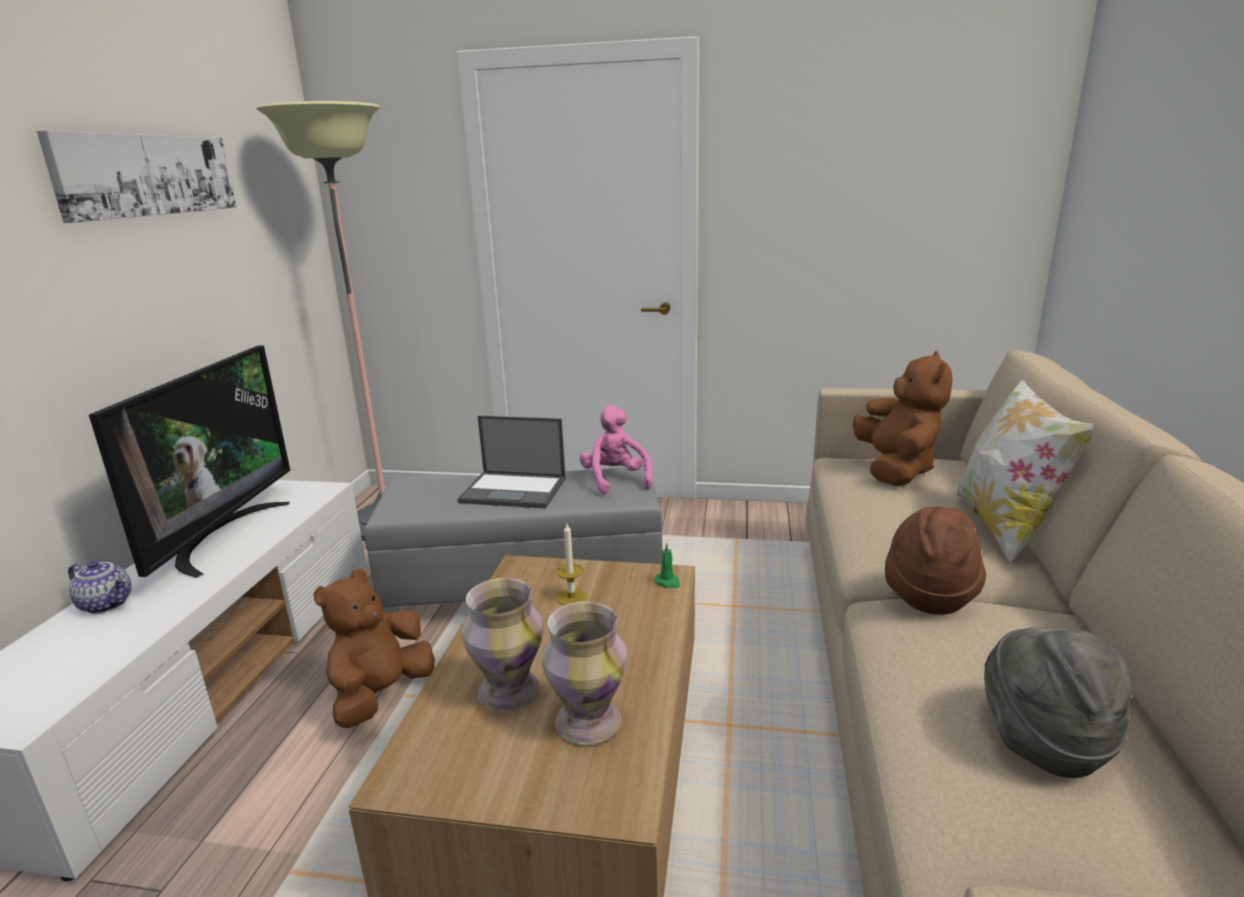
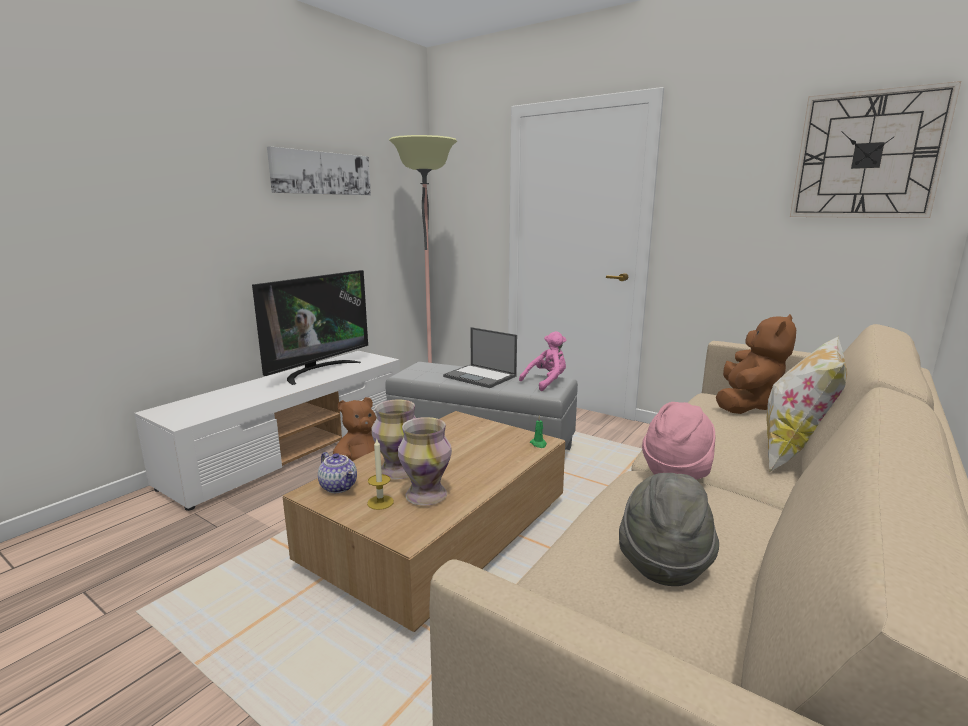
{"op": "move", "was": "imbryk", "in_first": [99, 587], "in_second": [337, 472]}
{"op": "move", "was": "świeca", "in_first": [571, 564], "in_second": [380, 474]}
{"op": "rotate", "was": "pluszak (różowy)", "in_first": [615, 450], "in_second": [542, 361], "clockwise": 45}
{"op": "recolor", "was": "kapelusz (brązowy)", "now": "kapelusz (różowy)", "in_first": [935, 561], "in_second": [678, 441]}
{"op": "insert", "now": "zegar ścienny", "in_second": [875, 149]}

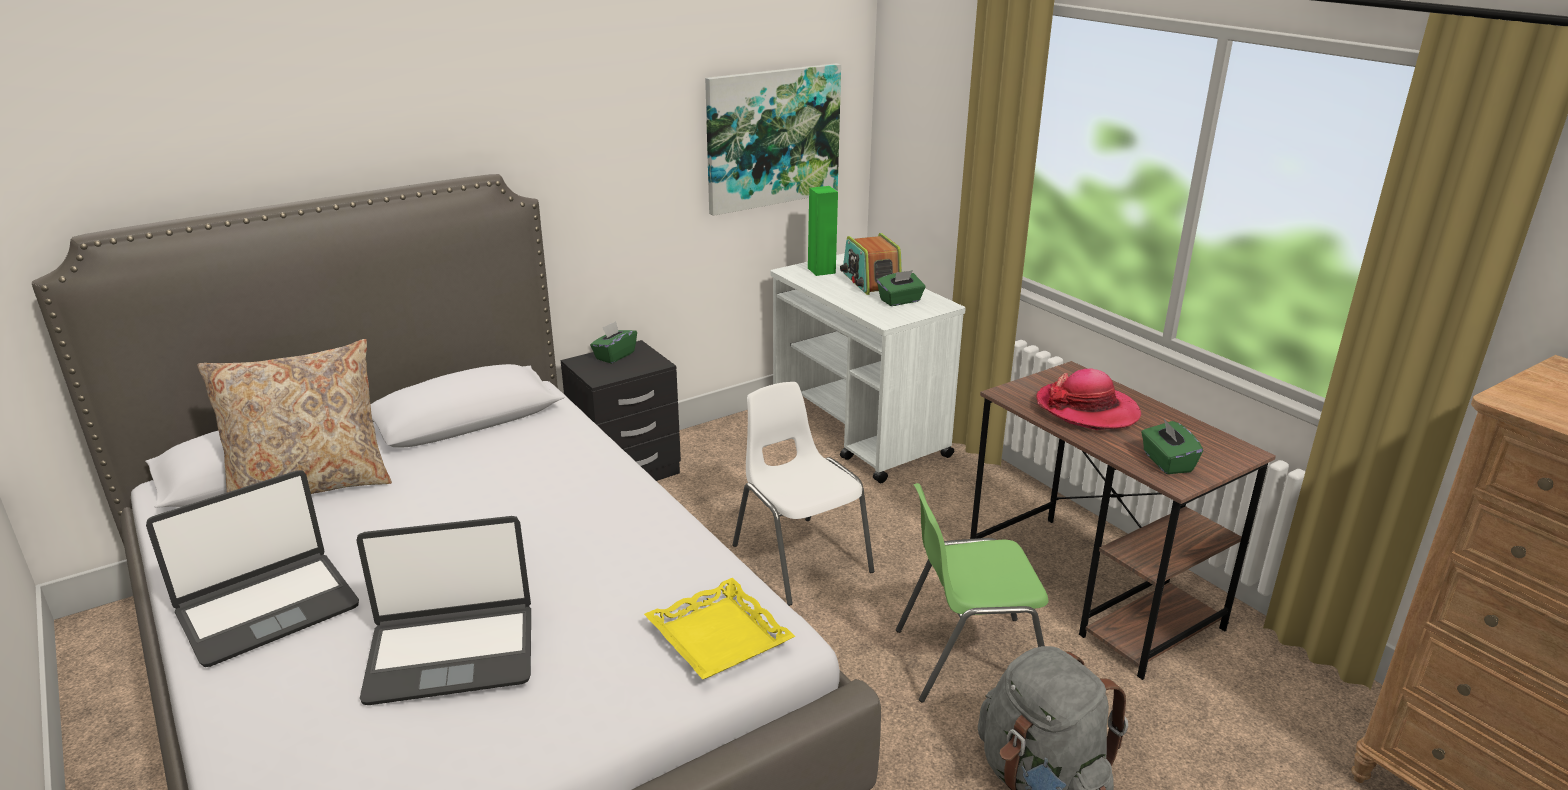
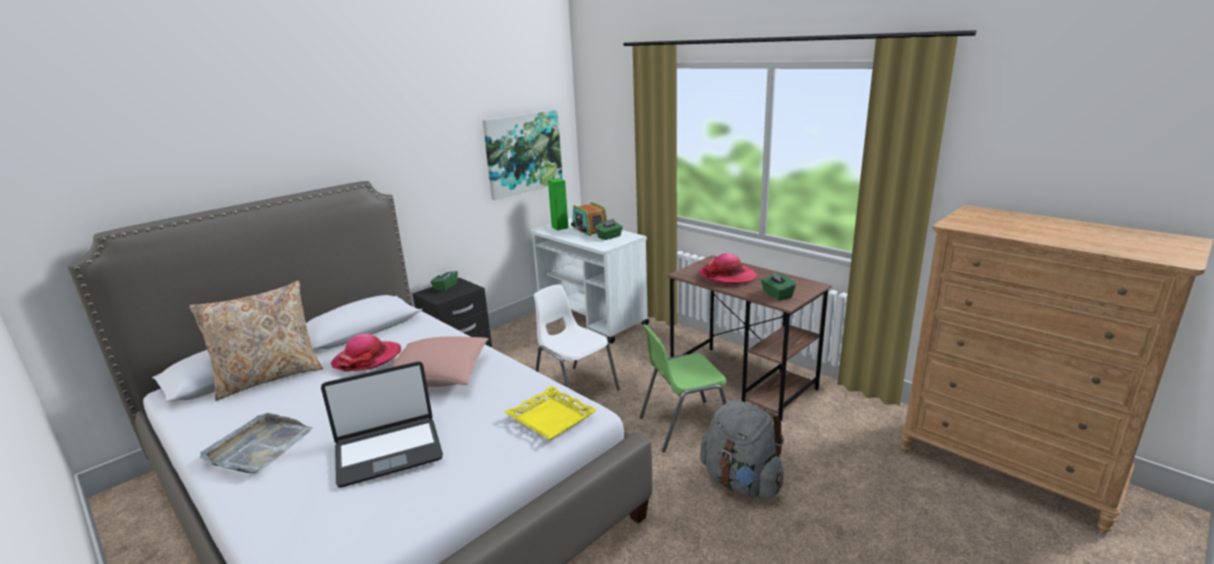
{"op": "replace", "was": "laptop", "now": "taca (szary)", "in_first": [252, 568], "in_second": [256, 443]}
{"op": "insert", "now": "kapelusz", "in_second": [366, 352]}
{"op": "insert", "now": "poduszka (różowy)", "in_second": [439, 362]}

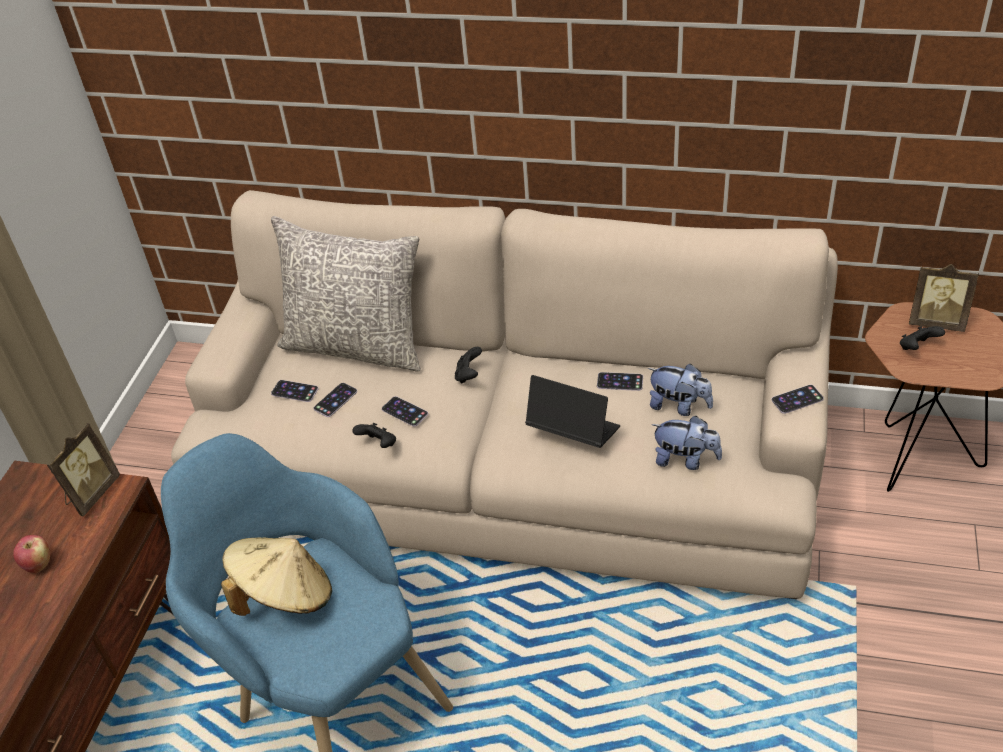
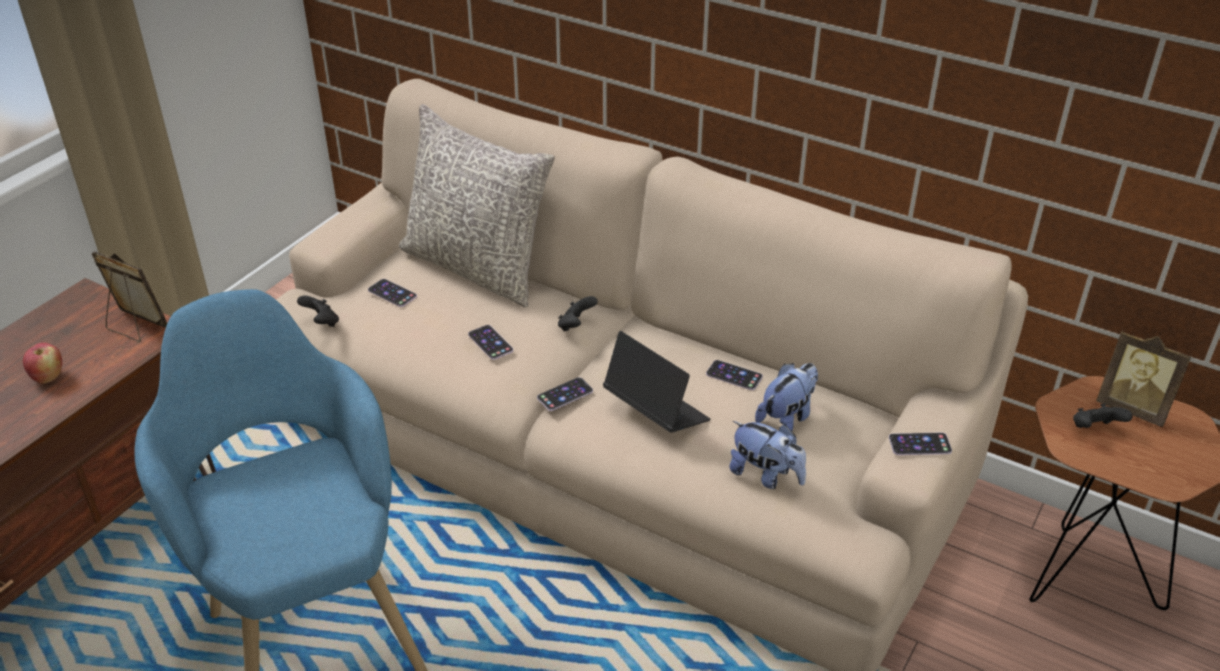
{"op": "rotate", "was": "ramka na zdjęcie", "in_first": [83, 470], "in_second": [129, 296], "clockwise": -105}
{"op": "delete", "was": "kapelusz (beżowy)", "in_first": [276, 577]}
{"op": "move", "was": "telefon", "in_first": [335, 400], "in_second": [565, 394]}
{"op": "move", "was": "pad do gier (czarny)", "in_first": [374, 435], "in_second": [318, 311]}
{"op": "rotate", "was": "pluszak", "in_first": [680, 390], "in_second": [786, 397], "clockwise": -90}

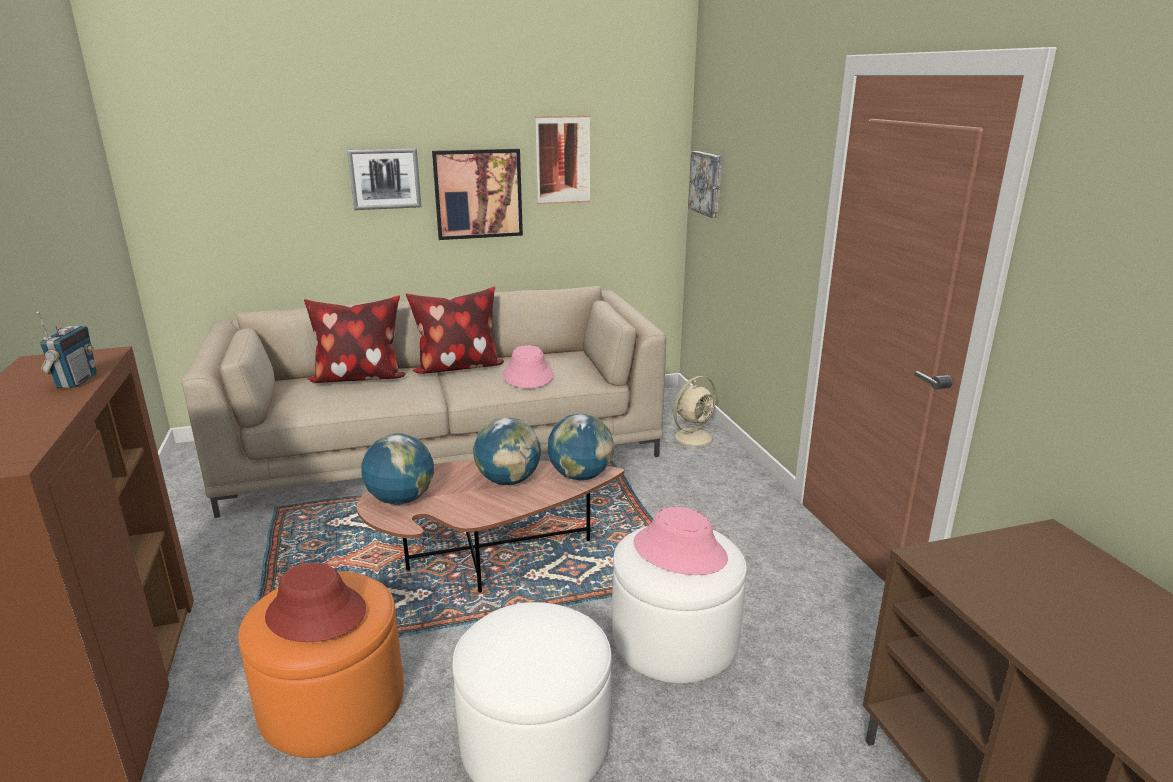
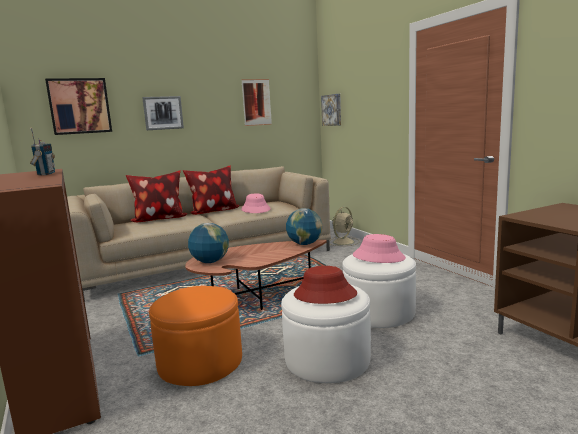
{"op": "move", "was": "kapelusz (czerwony)", "in_first": [315, 602], "in_second": [325, 285]}
{"op": "move", "was": "obraz", "in_first": [477, 194], "in_second": [78, 106]}
{"op": "delete", "was": "globus", "in_first": [507, 451]}

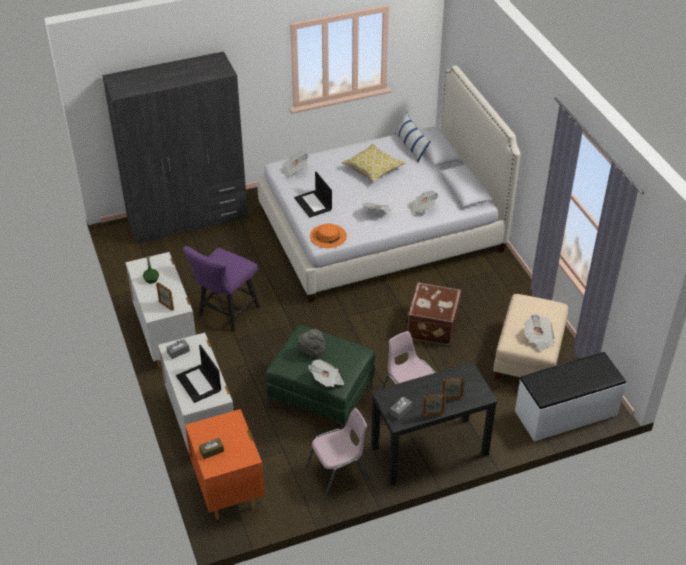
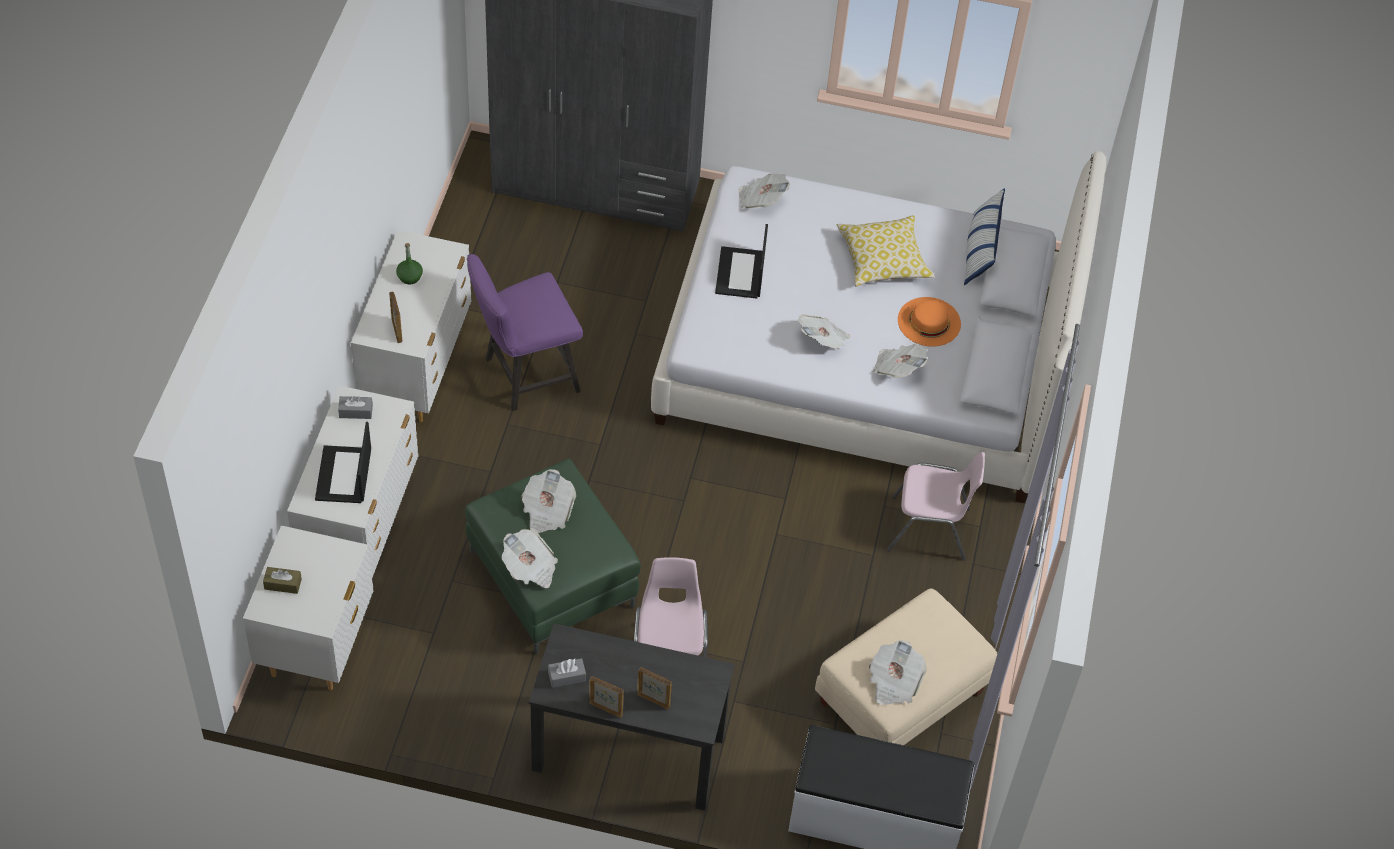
{"op": "recolor", "was": "szafka nocna (pomarańczowy)", "now": "szafka nocna (biały)", "in_first": [225, 464], "in_second": [308, 607]}
{"op": "replace", "was": "kapelusz (szary)", "now": "gazeta", "in_first": [311, 343], "in_second": [548, 501]}
{"op": "move", "was": "krzesło (różowy)", "in_first": [338, 453], "in_second": [936, 506]}
{"op": "move", "was": "kapelusz (pomarańczowy)", "in_first": [328, 235], "in_second": [929, 322]}
{"op": "delete", "was": "walizka (brązowy)", "in_first": [433, 313]}

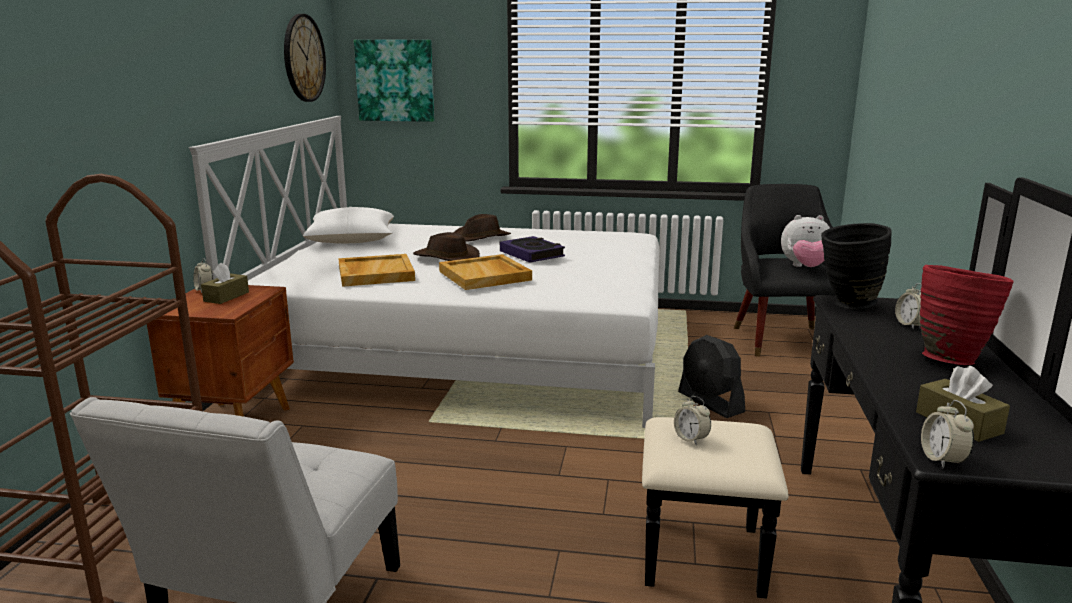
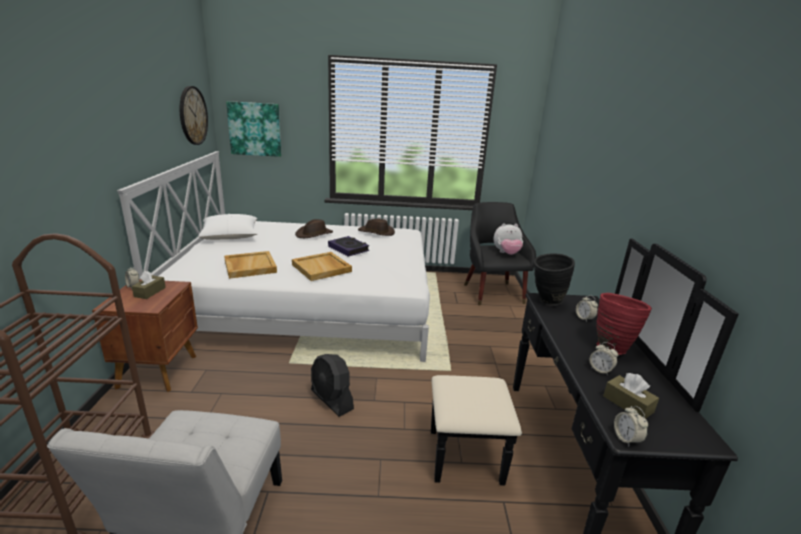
{"op": "move", "was": "kapelusz (brązowy)", "in_first": [446, 246], "in_second": [376, 227]}
{"op": "move", "was": "budzik", "in_first": [692, 420], "in_second": [604, 359]}
{"op": "move", "was": "wentylator (czarny)", "in_first": [711, 376], "in_second": [332, 385]}

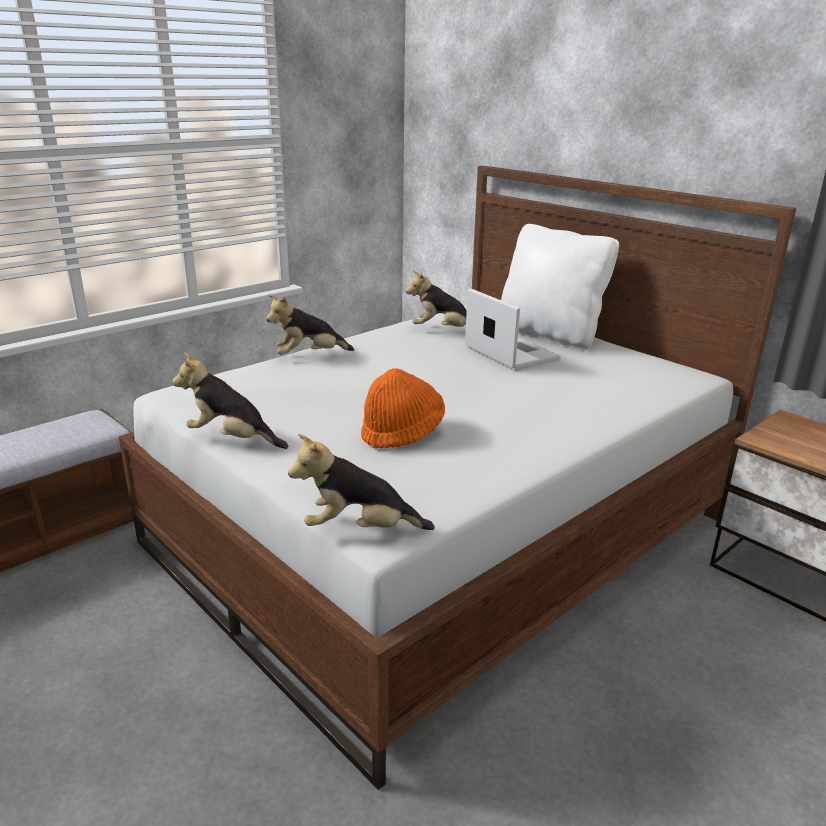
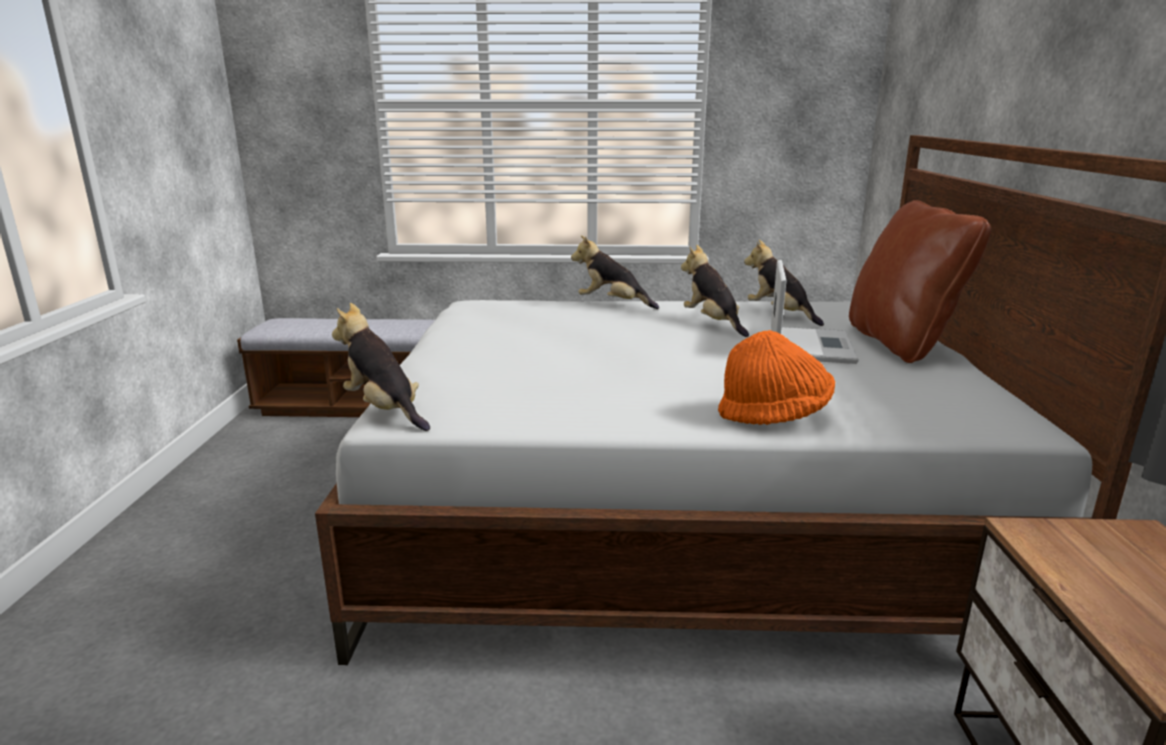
{"op": "move", "was": "pluszak", "in_first": [230, 401], "in_second": [715, 291]}
{"op": "move", "was": "kapelusz (pomarańczowy)", "in_first": [403, 408], "in_second": [776, 377]}
{"op": "recolor", "was": "poduszka (biały)", "now": "poduszka (brązowy)", "in_first": [560, 287], "in_second": [920, 281]}

